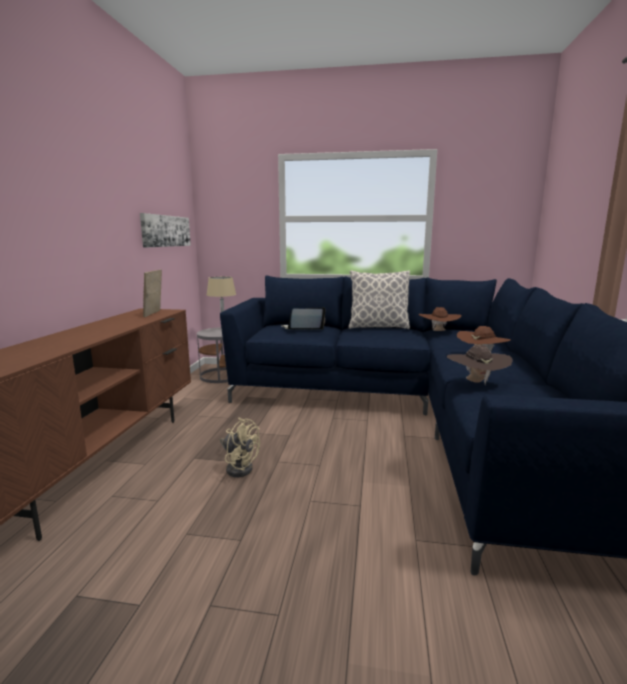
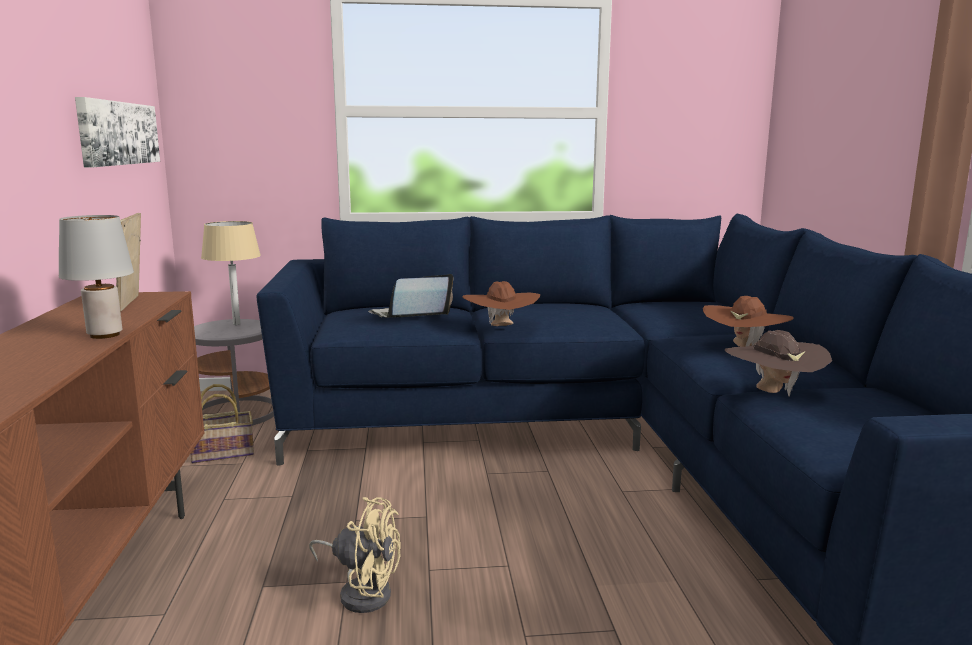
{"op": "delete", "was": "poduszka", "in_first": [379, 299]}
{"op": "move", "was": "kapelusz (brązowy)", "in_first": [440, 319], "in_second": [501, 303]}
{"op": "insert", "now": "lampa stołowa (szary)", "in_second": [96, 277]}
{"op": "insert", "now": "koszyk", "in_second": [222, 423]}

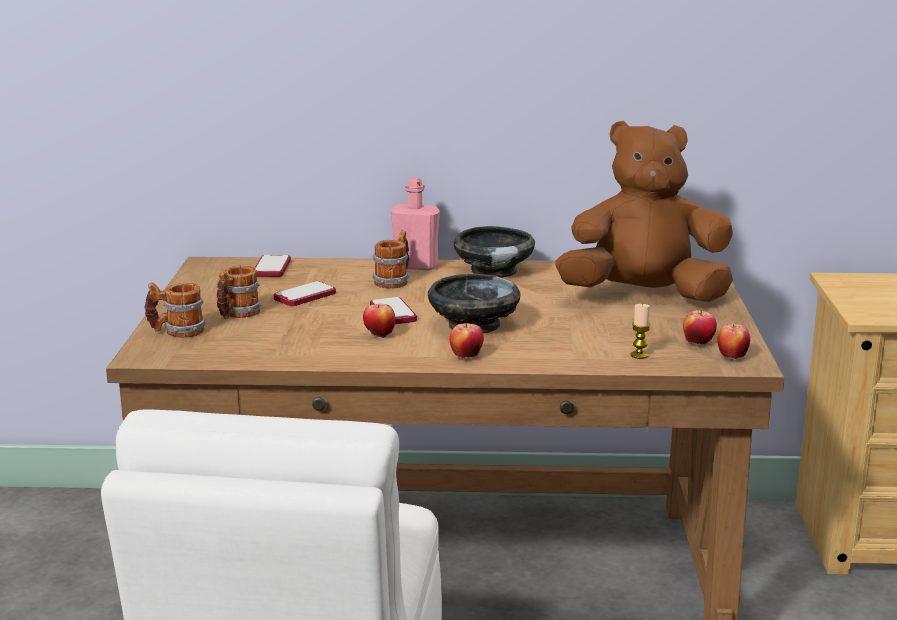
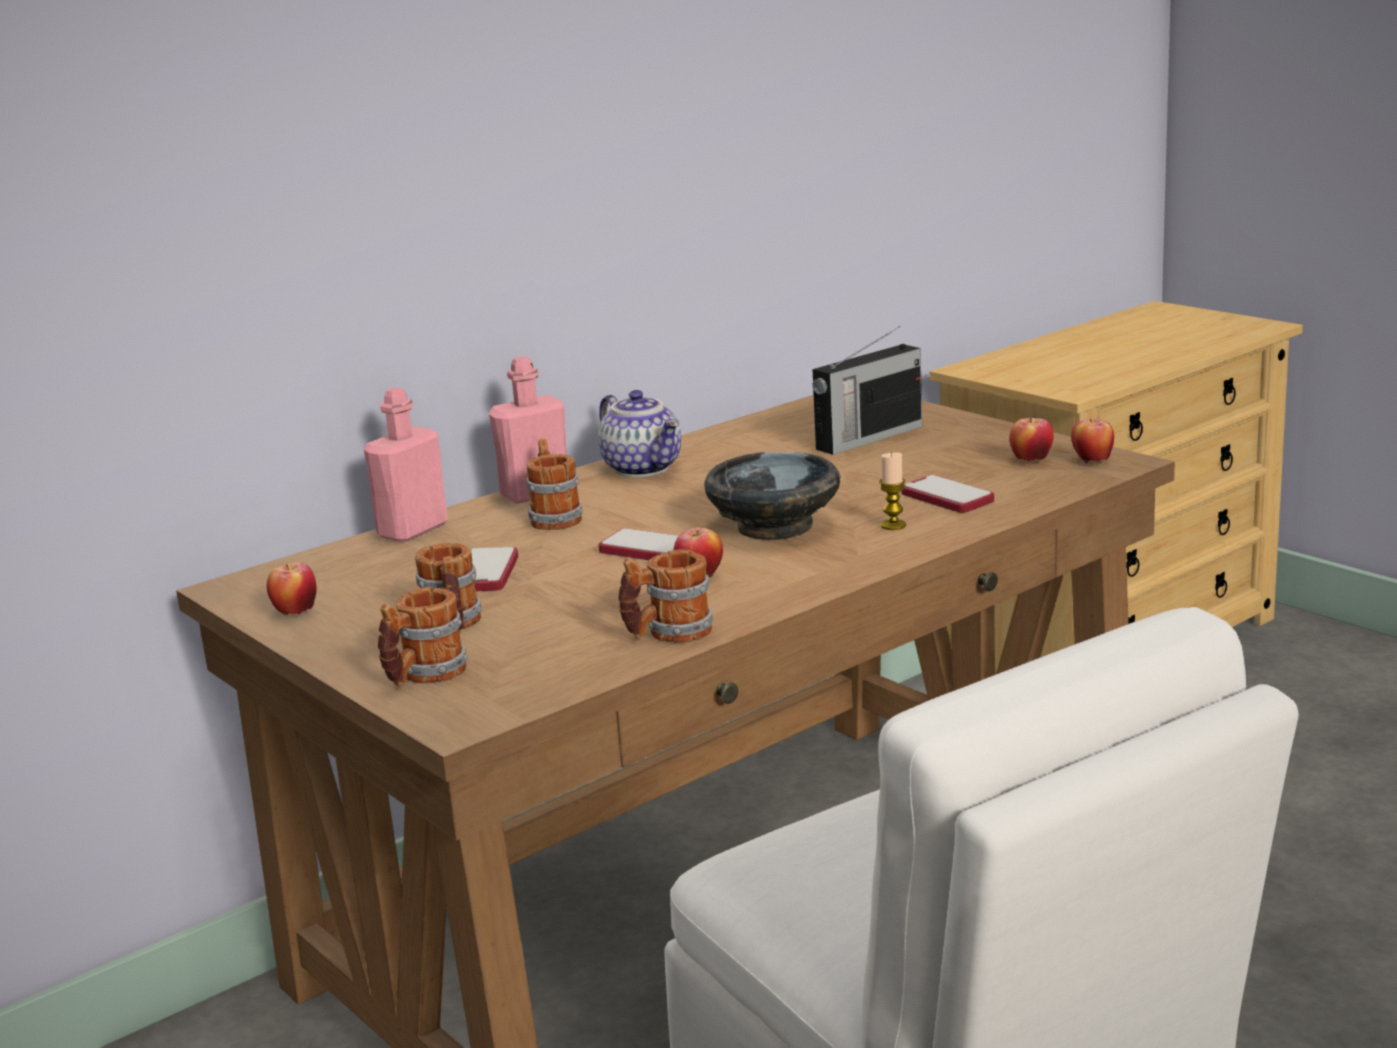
{"op": "move", "was": "telefon", "in_first": [272, 266], "in_second": [947, 494]}
{"op": "move", "was": "jabłko", "in_first": [467, 340], "in_second": [292, 588]}
{"op": "replace", "was": "miska (czarny)", "now": "imbryk", "in_first": [494, 252], "in_second": [639, 433]}
{"op": "replace", "was": "pluszak (brązowy)", "now": "radio", "in_first": [644, 211], "in_second": [867, 390]}
{"op": "move", "was": "świeca", "in_first": [640, 331], "in_second": [892, 491]}
{"op": "insert", "now": "butelka (różowy)", "in_second": [406, 464]}
{"op": "insert", "now": "kubek", "in_second": [666, 596]}

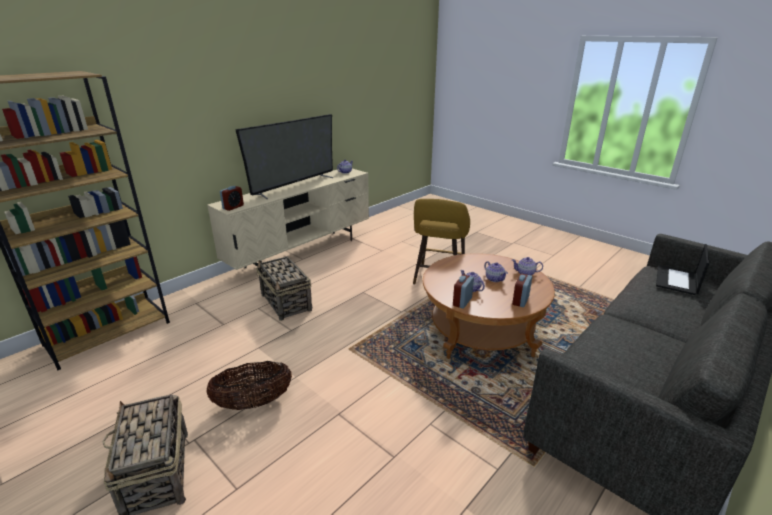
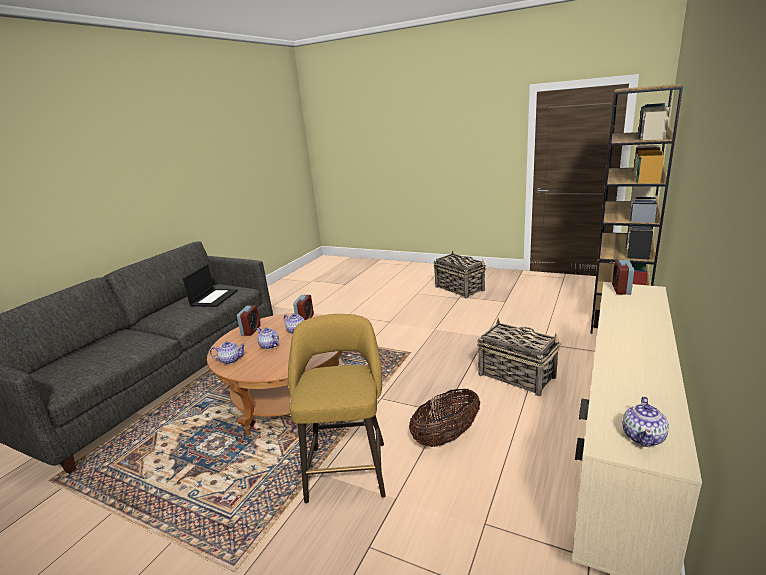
{"op": "move", "was": "koszyk", "in_first": [249, 385], "in_second": [444, 417]}
{"op": "delete", "was": "telewizor", "in_first": [284, 156]}
{"op": "move", "was": "laptop", "in_first": [682, 269], "in_second": [210, 285]}

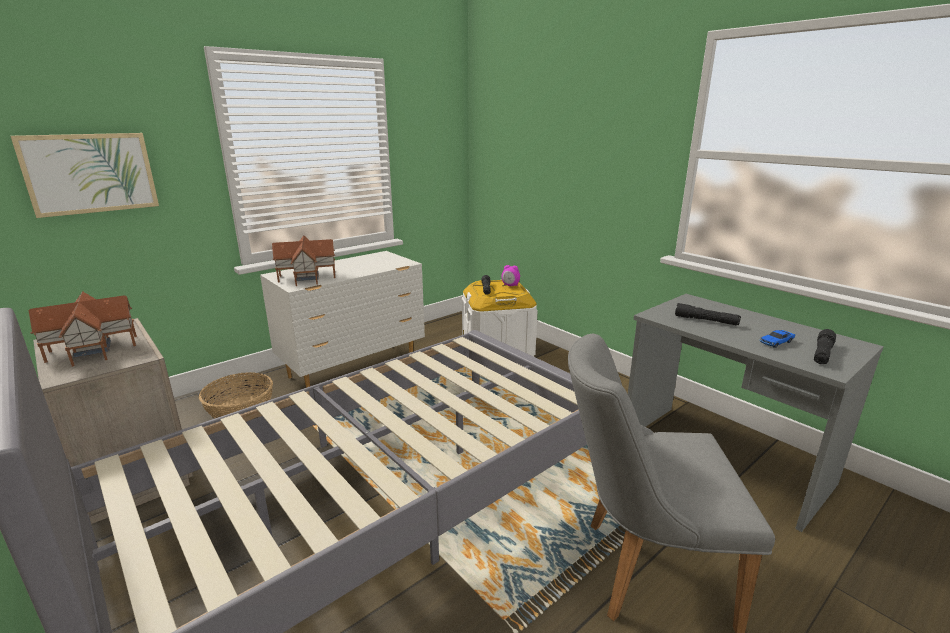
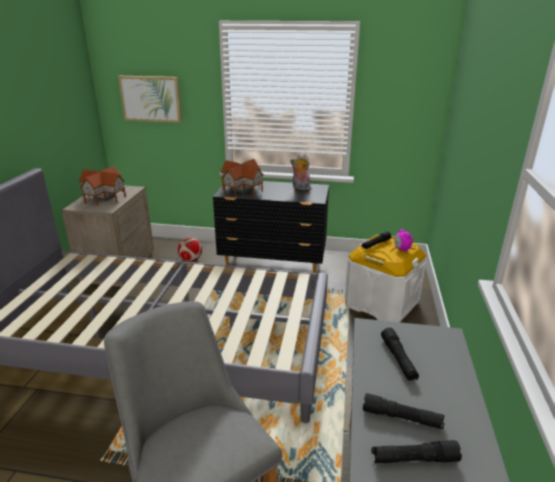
{"op": "replace", "was": "koszyk", "now": "piłka futbolowa", "in_first": [236, 395], "in_second": [190, 250]}
{"op": "recolor", "was": "komoda (biały)", "now": "komoda (czarny)", "in_first": [342, 319], "in_second": [271, 227]}
{"op": "replace", "was": "samochodzik", "now": "latarka (czarny)", "in_first": [777, 339], "in_second": [404, 411]}
{"op": "insert", "now": "pluszak", "in_second": [300, 171]}

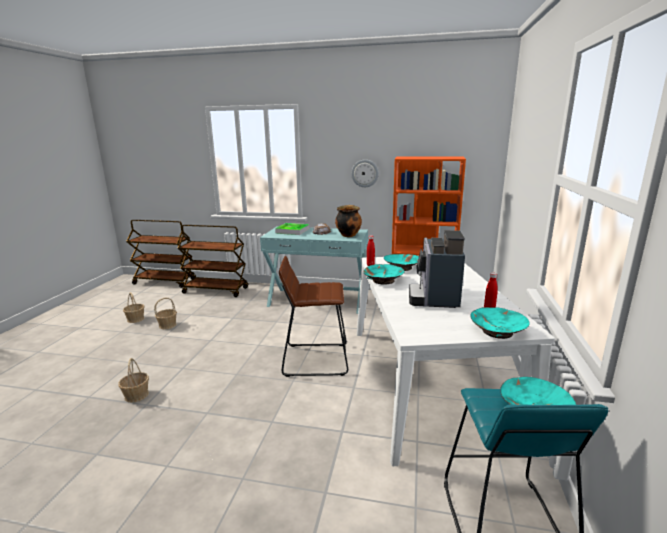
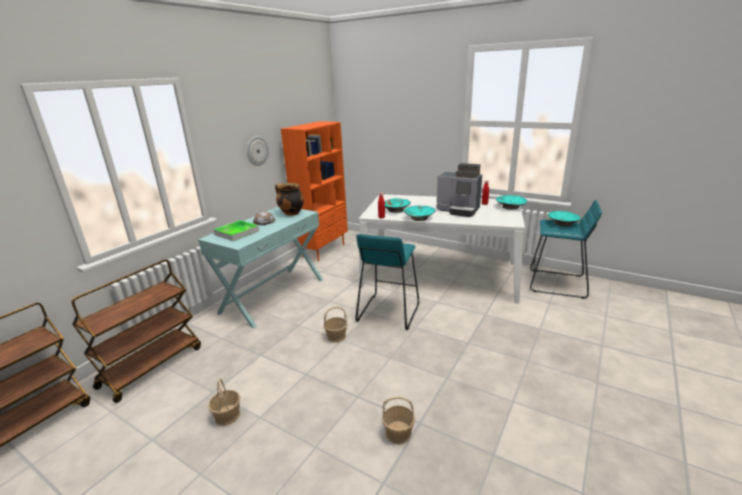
{"op": "move", "was": "koszyk", "in_first": [134, 307], "in_second": [335, 324]}
{"op": "recolor", "was": "stołek (brązowy)", "now": "stołek (turkusowy)", "in_first": [313, 316], "in_second": [387, 282]}

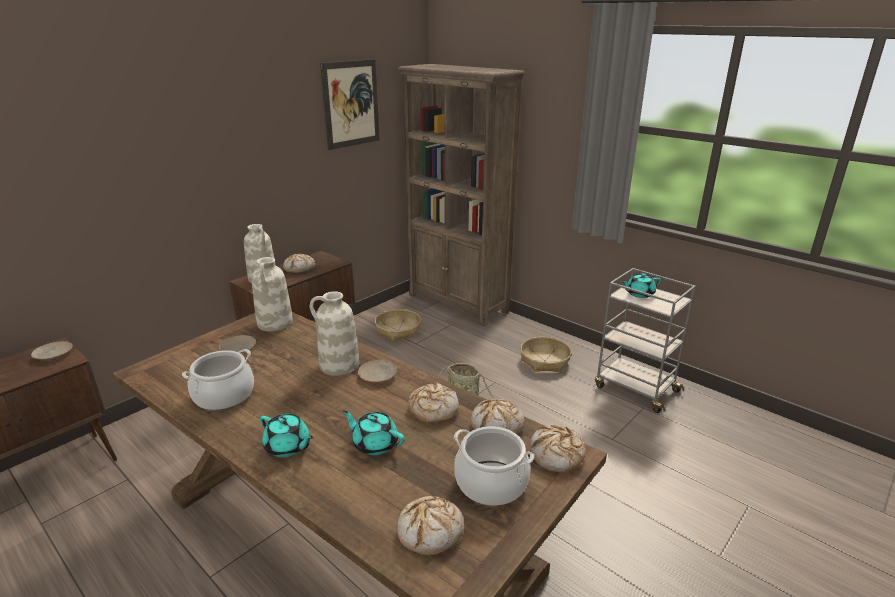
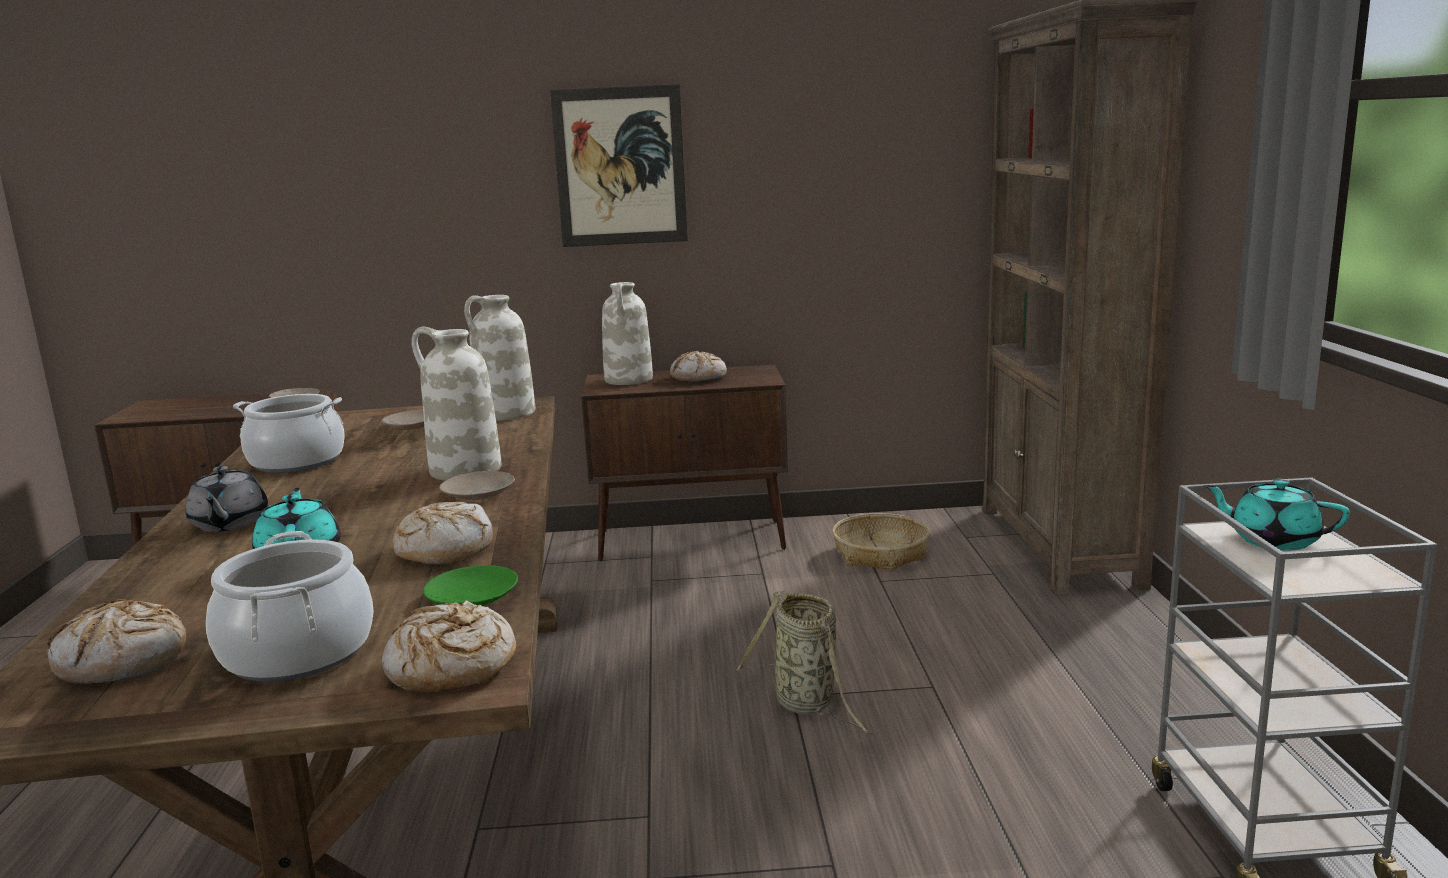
{"op": "recolor", "was": "imbryk (turkusowy)", "now": "imbryk (szary)", "in_first": [286, 435], "in_second": [227, 499]}
{"op": "move", "was": "obraz", "in_first": [350, 104], "in_second": [619, 165]}
{"op": "replace", "was": "chleb", "now": "talerz (zielony)", "in_first": [497, 416], "in_second": [470, 585]}
{"op": "delete", "was": "koszyk", "in_first": [546, 354]}

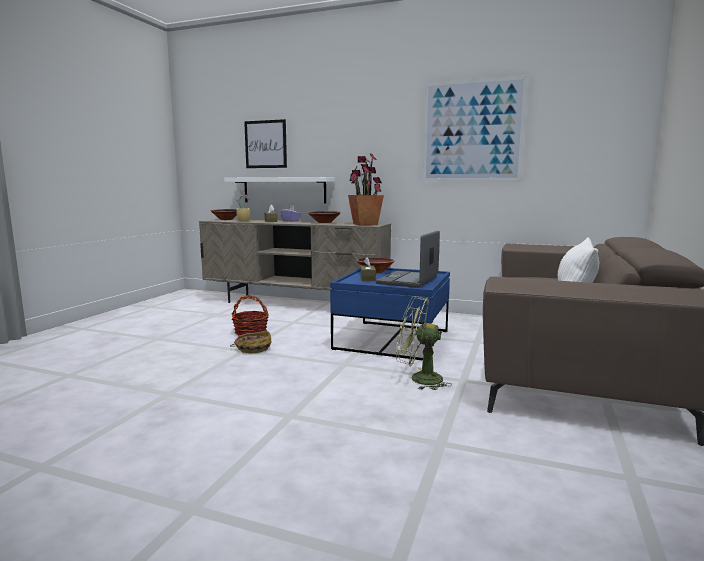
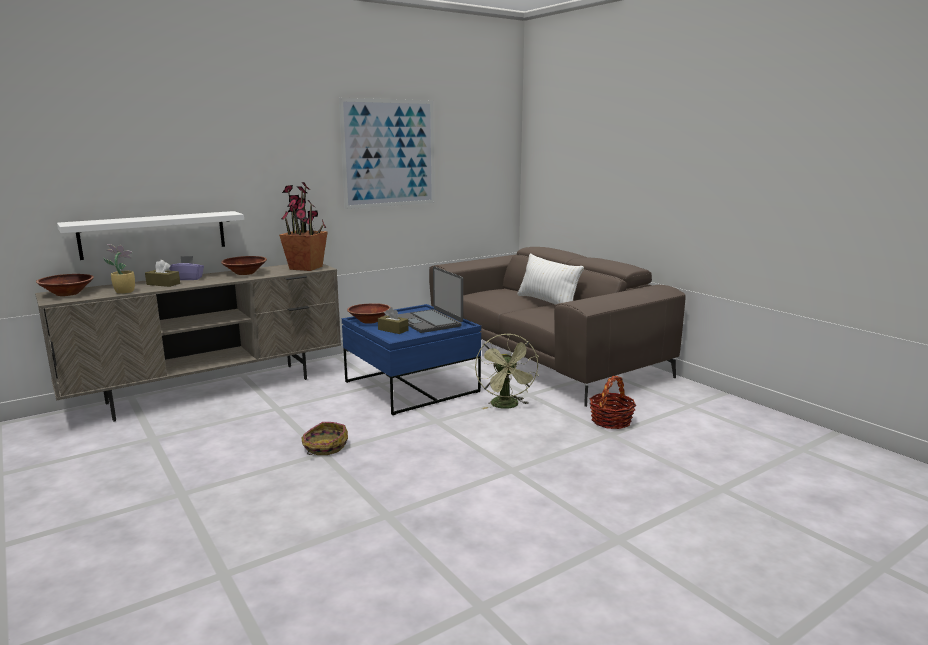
{"op": "move", "was": "koszyk", "in_first": [250, 315], "in_second": [612, 402]}
{"op": "delete", "was": "obraz", "in_first": [265, 143]}
{"op": "rotate", "was": "wentylator (zielony)", "in_first": [424, 343], "in_second": [507, 371], "clockwise": -60}

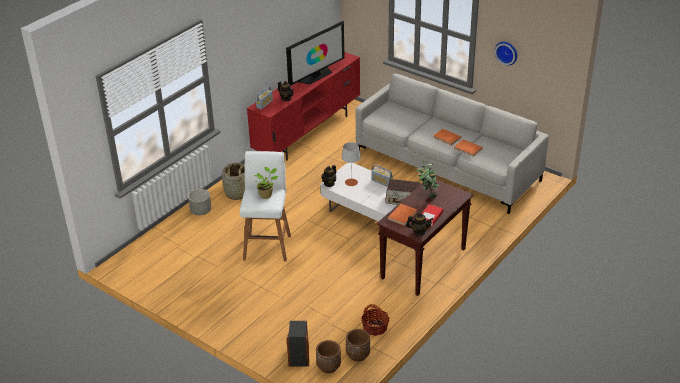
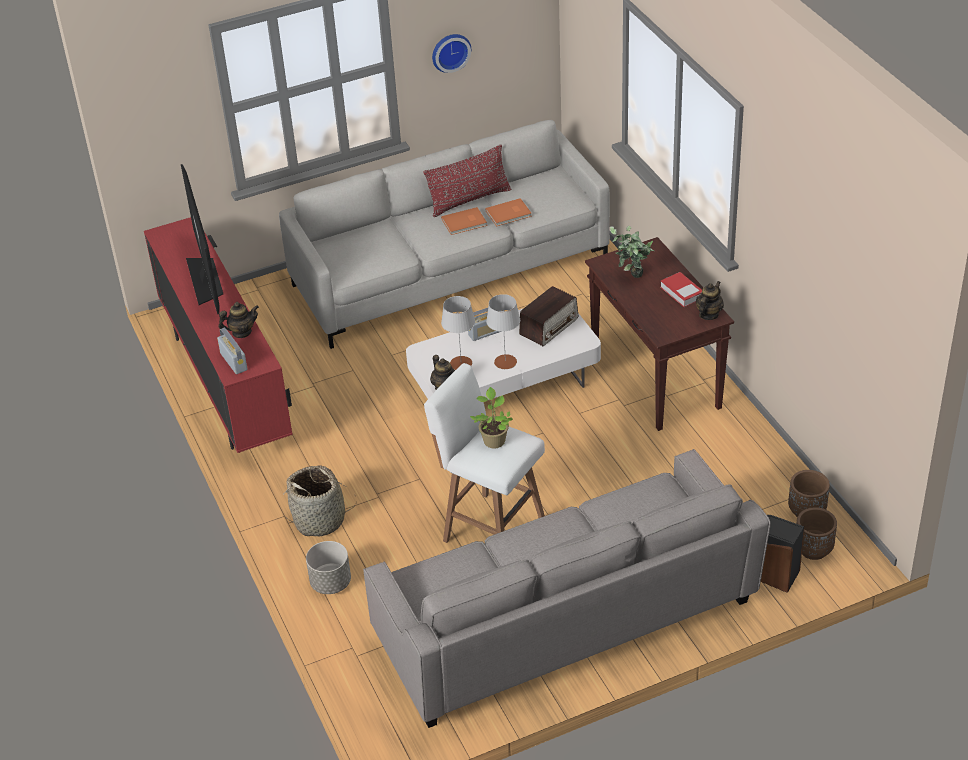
{"op": "delete", "was": "koszyk", "in_first": [375, 320]}
{"op": "delete", "was": "książka (pomarańczowy)", "in_first": [402, 215]}
{"op": "insert", "now": "kanapa (szary)", "in_second": [567, 588]}
{"op": "insert", "now": "poduszka (czerwony)", "in_second": [467, 181]}
{"op": "insert", "now": "lampa stołowa (szary)", "in_second": [503, 331]}

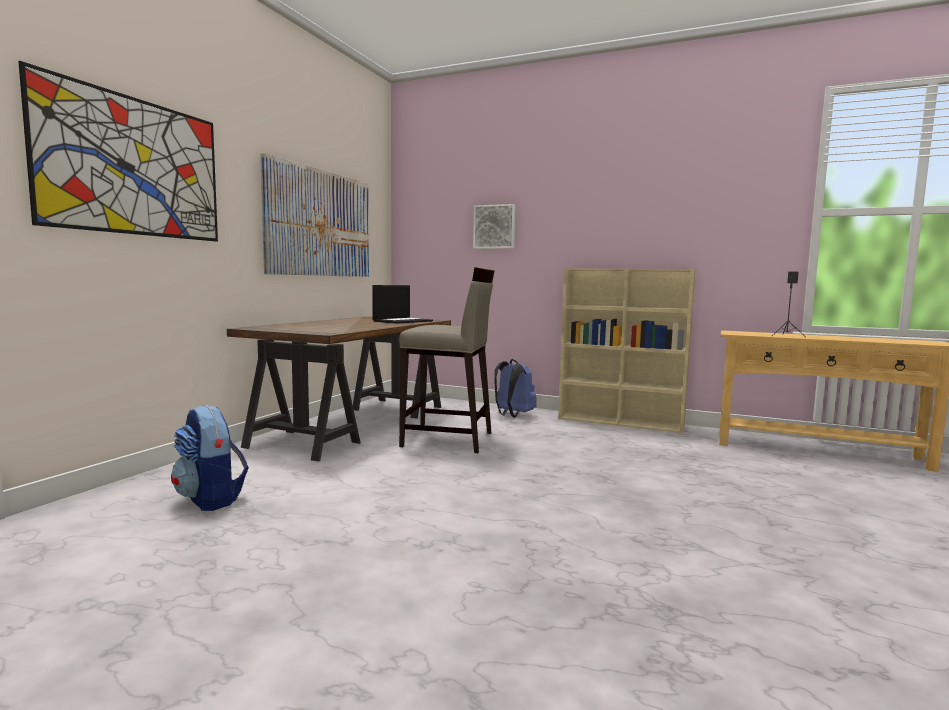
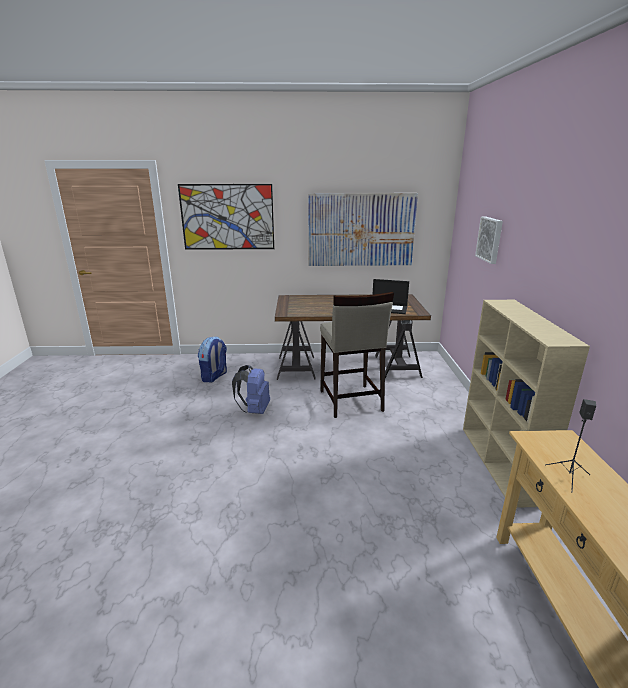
{"op": "move", "was": "plecak (niebieski)", "in_first": [515, 388], "in_second": [251, 389]}

